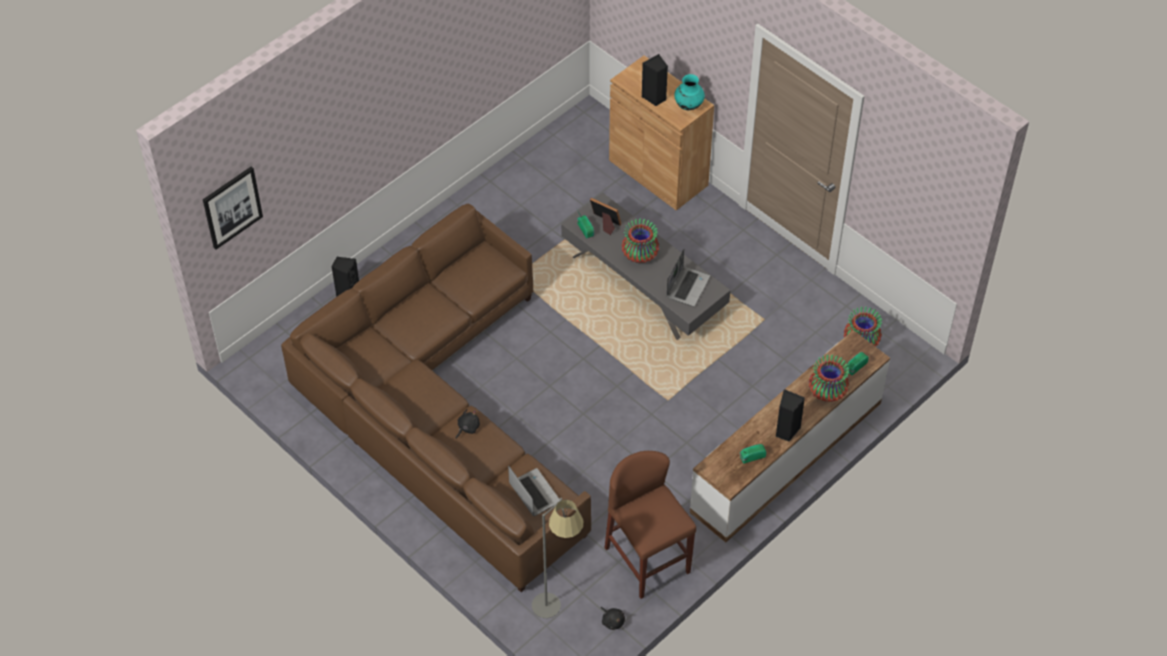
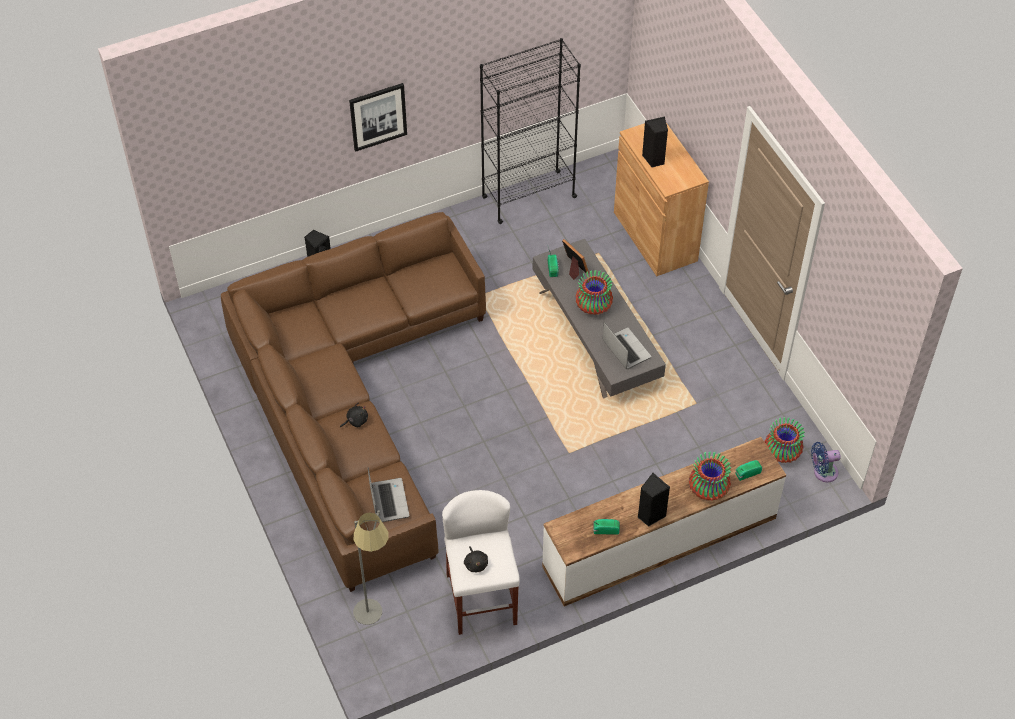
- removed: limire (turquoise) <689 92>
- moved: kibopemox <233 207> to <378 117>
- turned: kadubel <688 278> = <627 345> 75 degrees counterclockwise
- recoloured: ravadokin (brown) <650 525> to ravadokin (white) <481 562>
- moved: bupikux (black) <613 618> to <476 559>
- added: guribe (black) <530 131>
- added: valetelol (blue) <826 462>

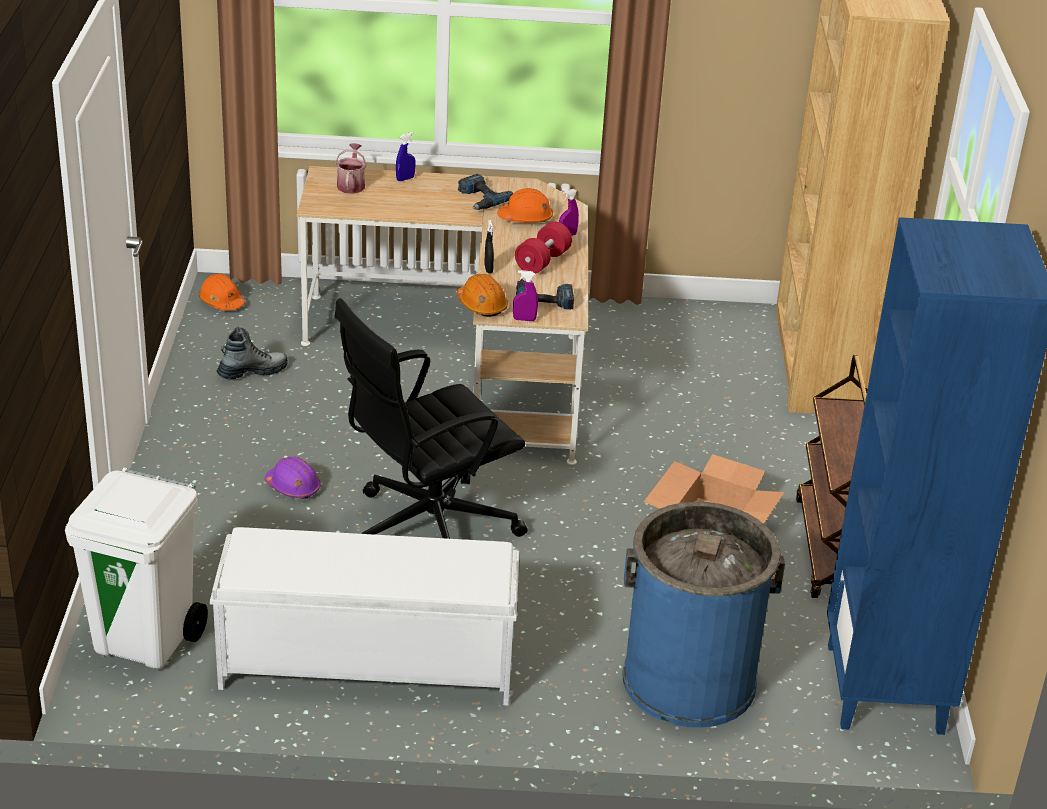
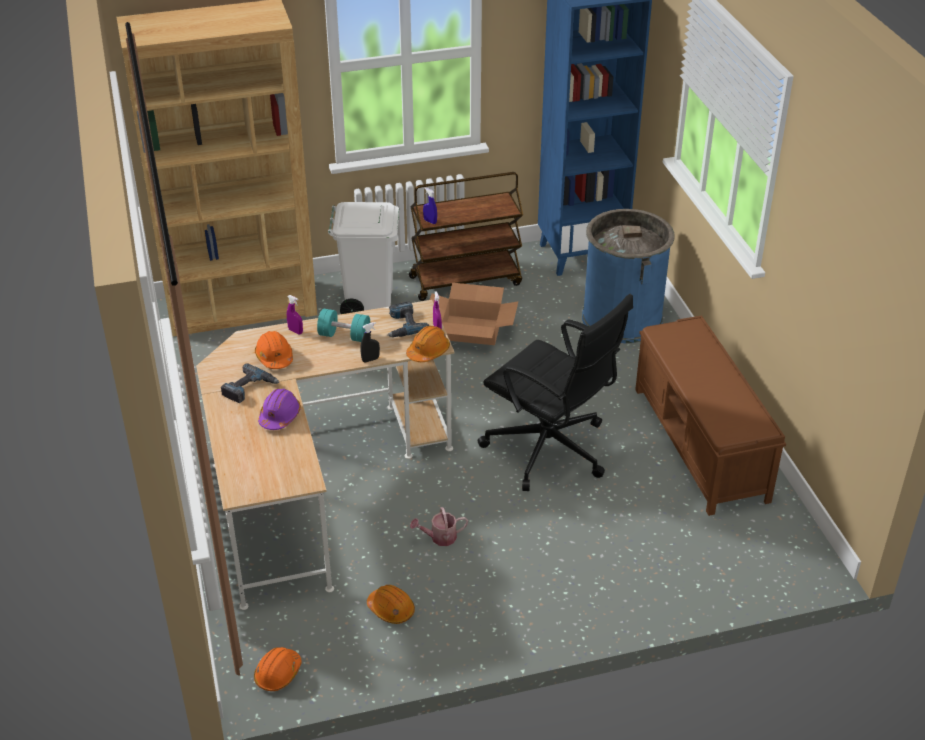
- moved: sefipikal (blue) <406 156> to <430 205>
- moved: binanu <351 168> to <439 526>
- recoloured: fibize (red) <543 247> to fibize (turquoise) <343 325>
- replaced: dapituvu <252 353> to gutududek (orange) <391 604>
- moved: gutududek (purple) <293 477> to <279 409>
- moved: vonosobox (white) <136 568> to <363 258>
- recoloured: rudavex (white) <365 616> to rudavex (brown) <710 415>

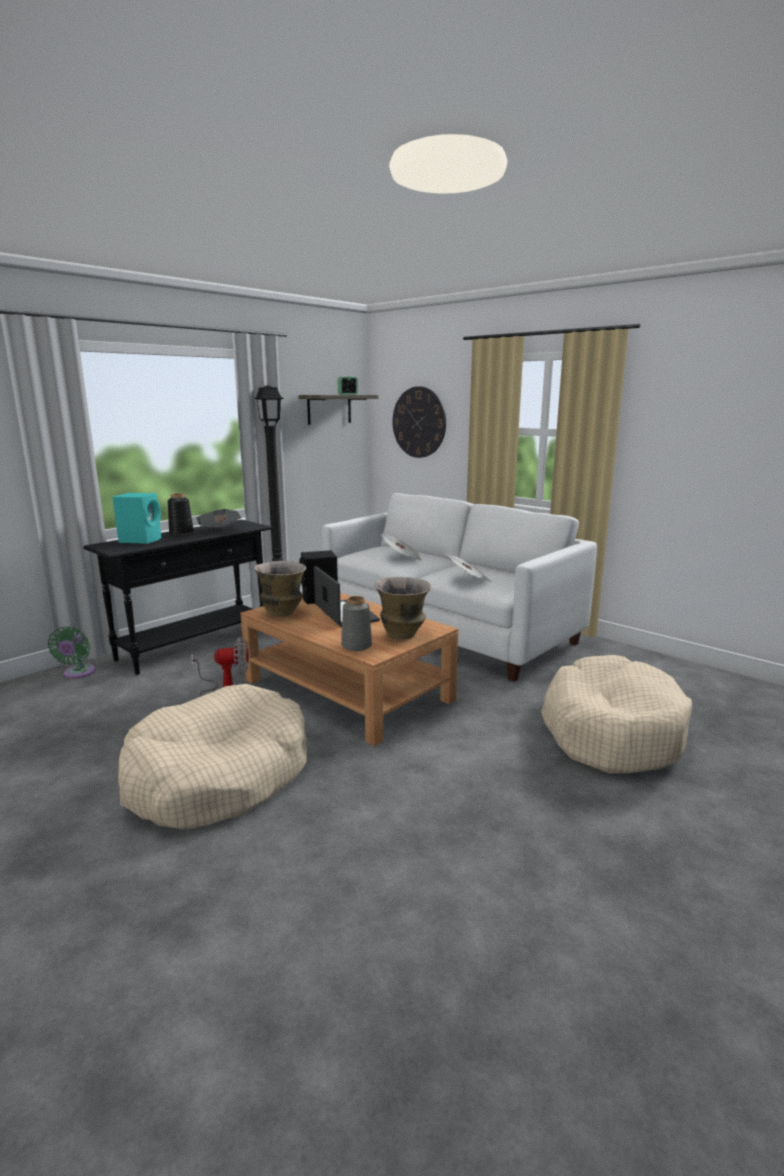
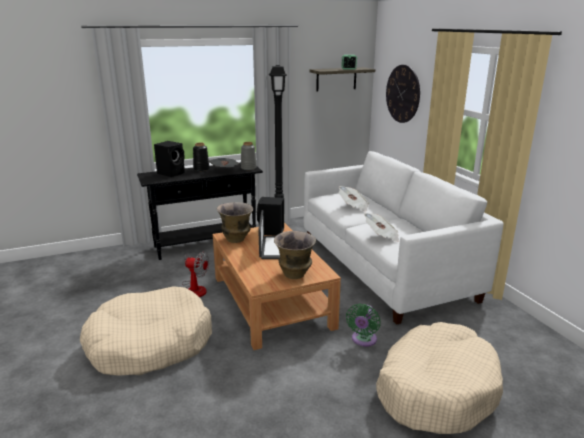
- recoloured: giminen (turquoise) <137 518> to giminen (black) <169 159>
- moved: limire (grey) <356 623> to <249 156>
- moved: valetelol (green) <72 652> to <363 325>

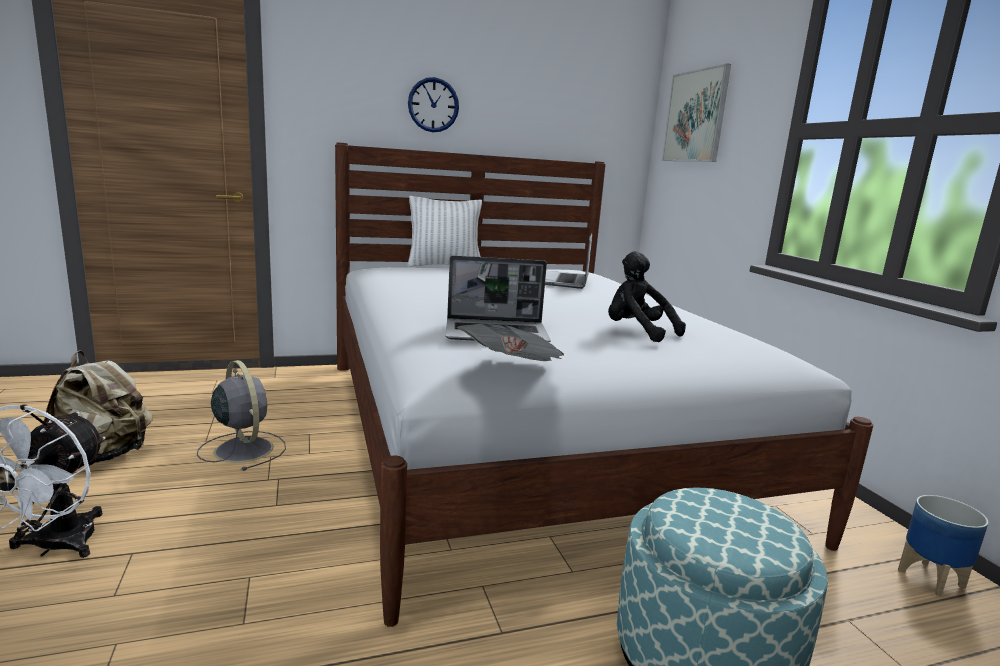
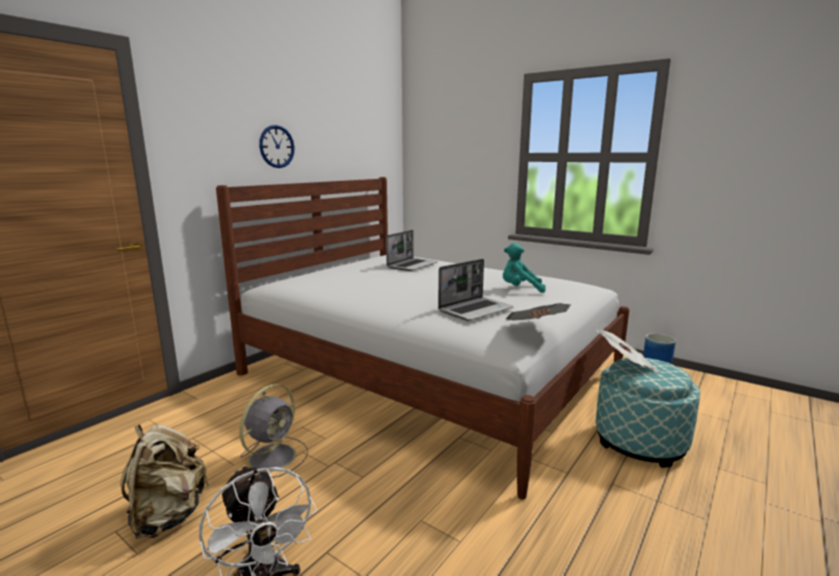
- removed: kibopemox <696 112>
- removed: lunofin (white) <444 231>
- turned: kadubel <568 261> = <412 250> 120 degrees counterclockwise
- recoloured: bupikux (black) <647 296> to bupikux (turquoise) <524 268>
- turned: valetelol (grey) <241 415> = <271 431> 105 degrees clockwise
- added: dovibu <627 350>

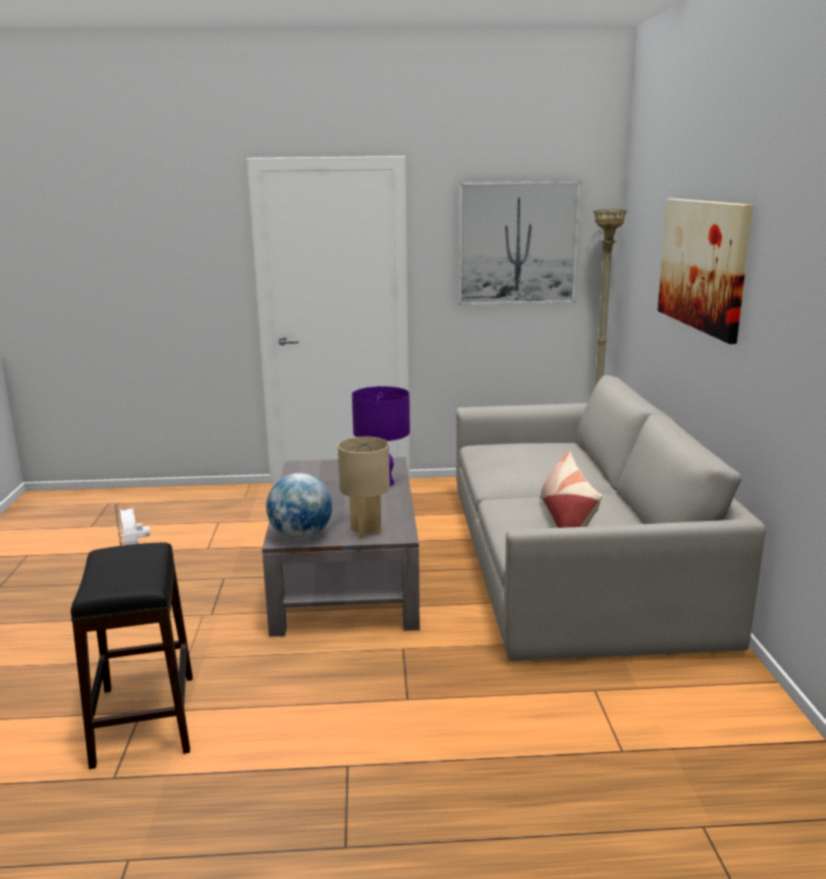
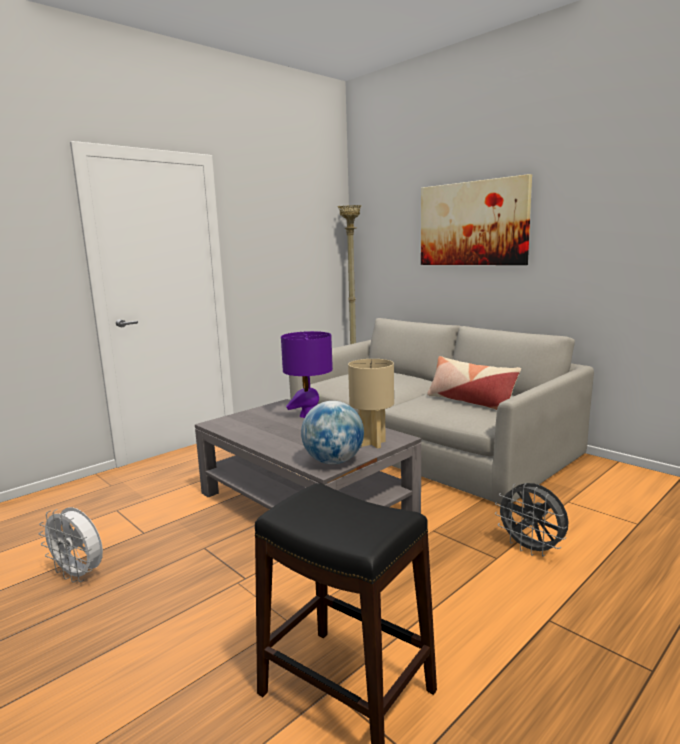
- removed: kibopemox <519 243>
- added: valetelol (grey) <532 520>

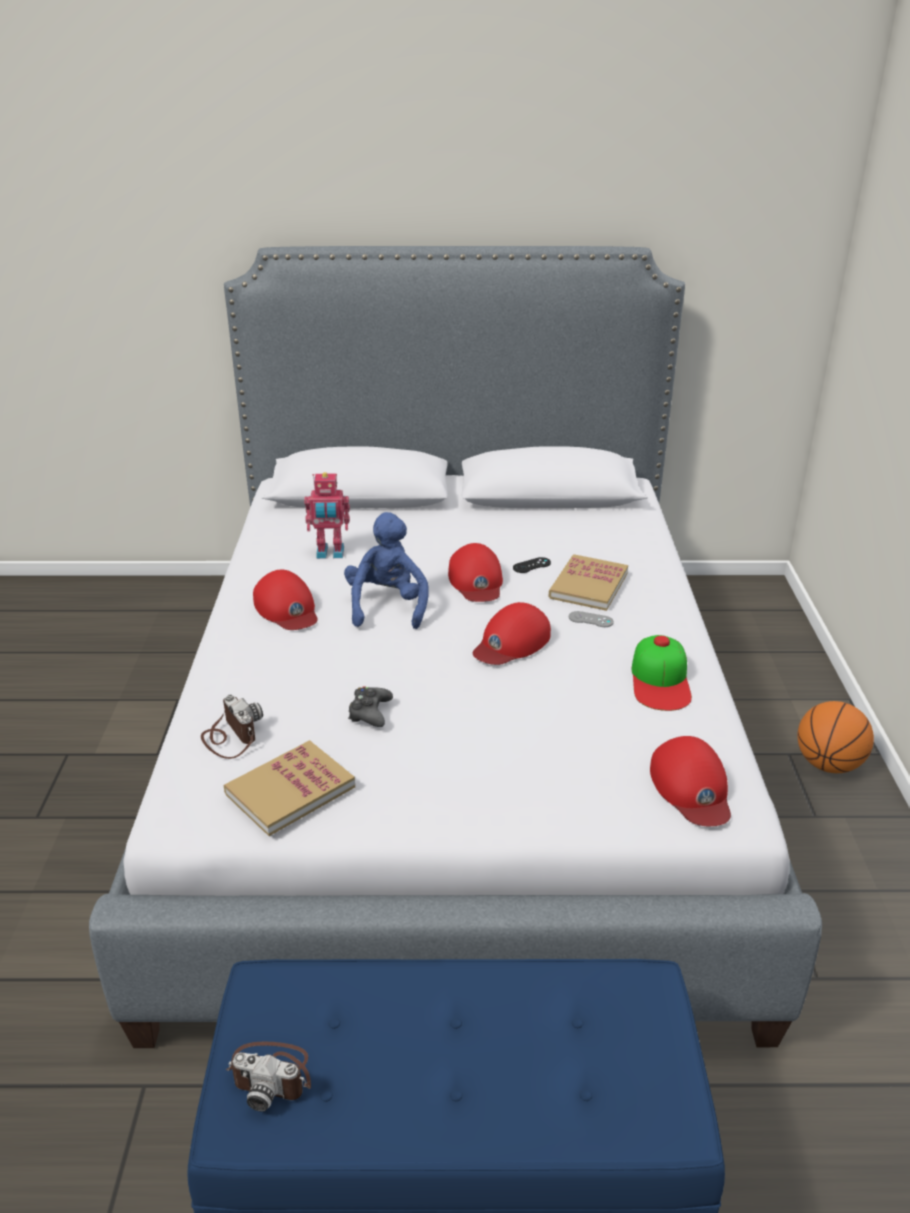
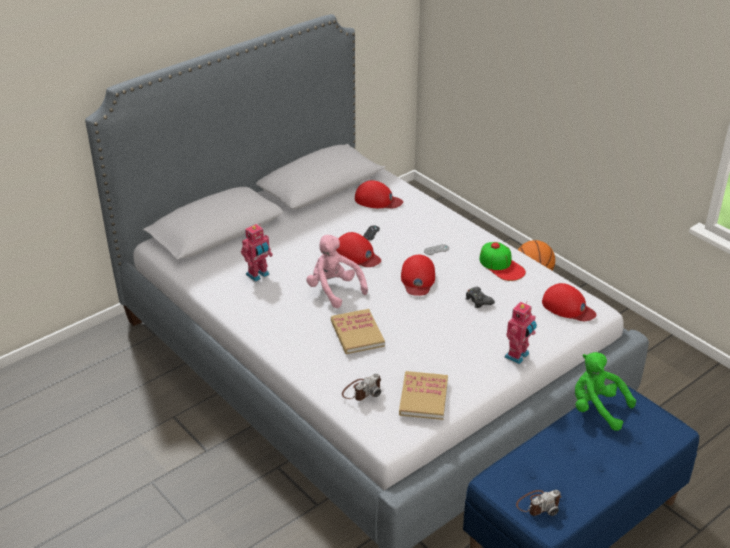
- recoloured: bupikux (blue) <386 570> to bupikux (pink) <337 271>
- moved: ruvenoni <588 582> to <358 331>
- moved: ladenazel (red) <285 599> to <379 194>
- moved: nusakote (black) <370 706> to <480 297>
- turned: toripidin <232 727> = <361 387> 120 degrees clockwise
- added: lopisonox <521 332>
- added: bupikux (green) <605 391>

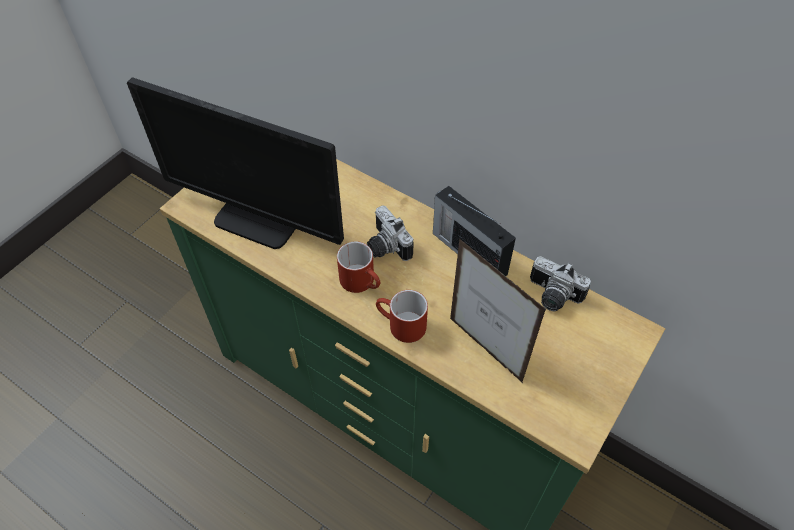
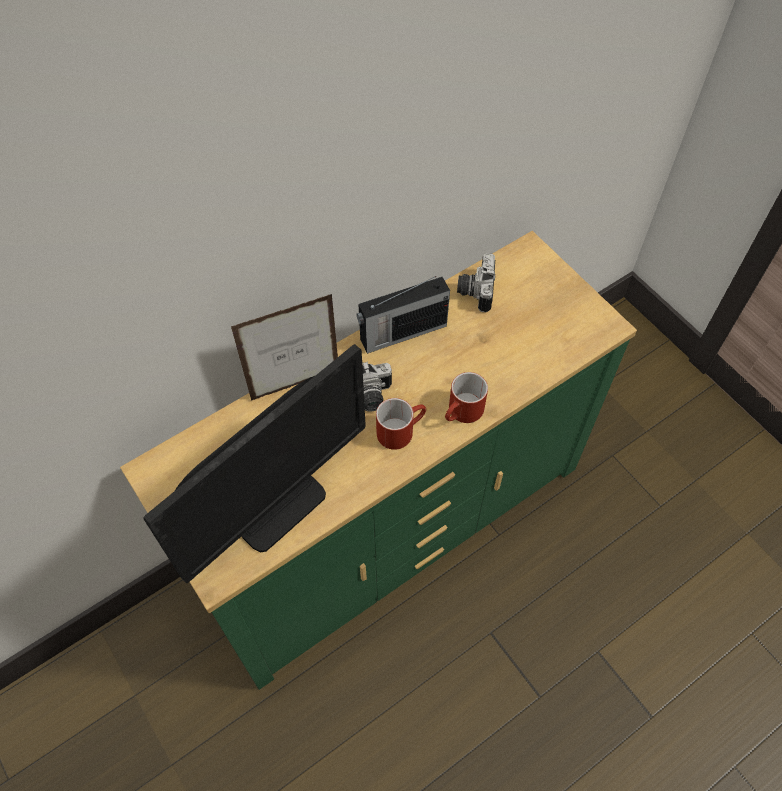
- moved: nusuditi <498 311> to <284 347>
- turned: toripidin <560 283> = <476 282> 135 degrees clockwise

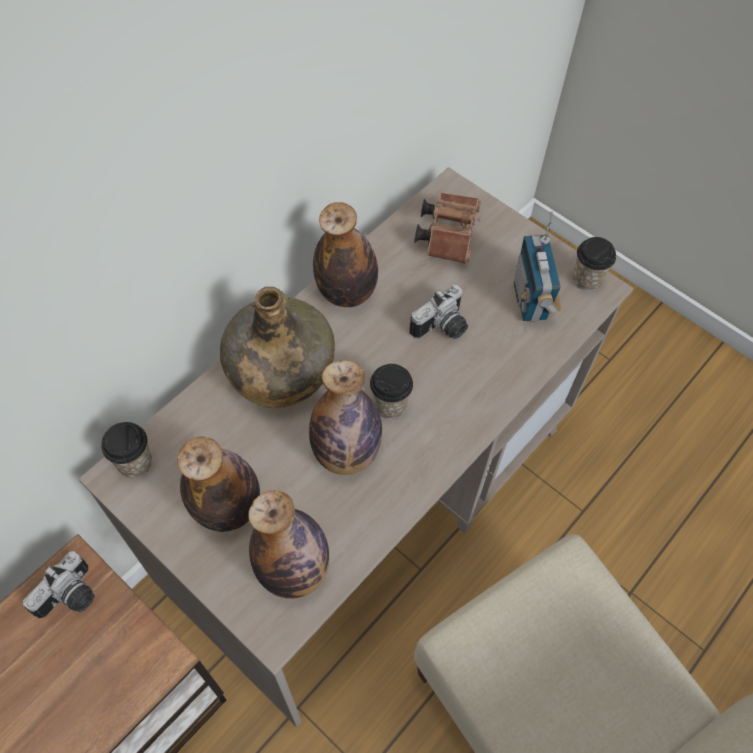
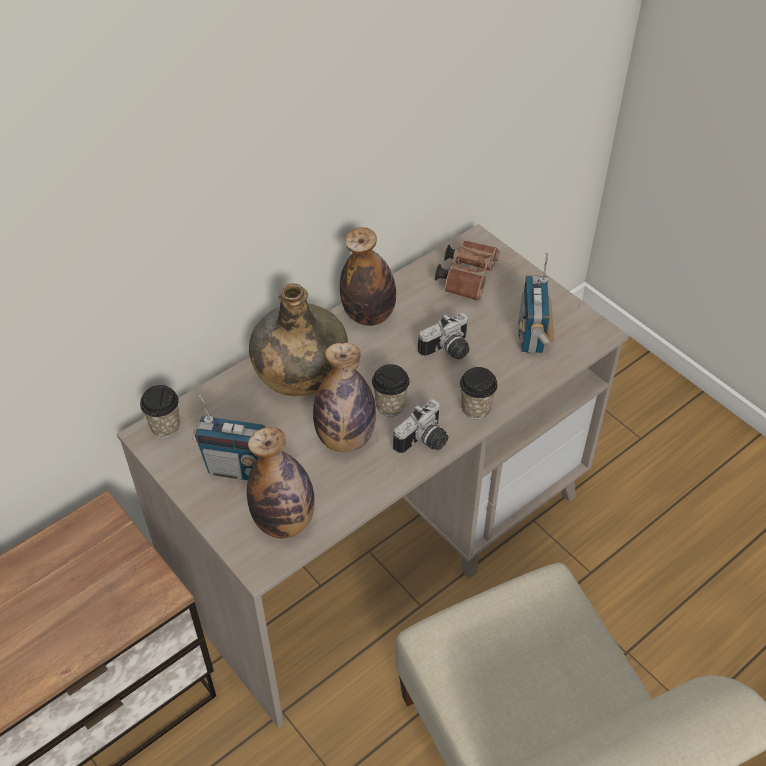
- moved: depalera <594 264> to <479 393>
- replaced: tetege <218 484> to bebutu <228 437>
- moved: toripidin <59 584> to <420 427>

